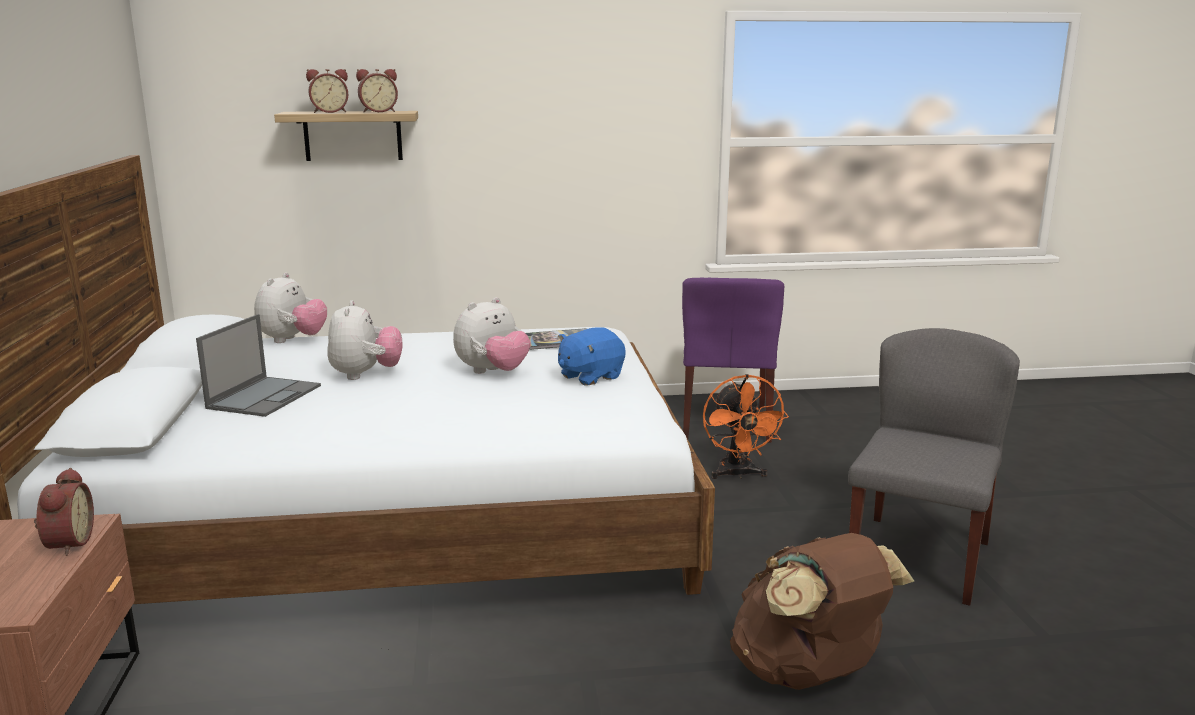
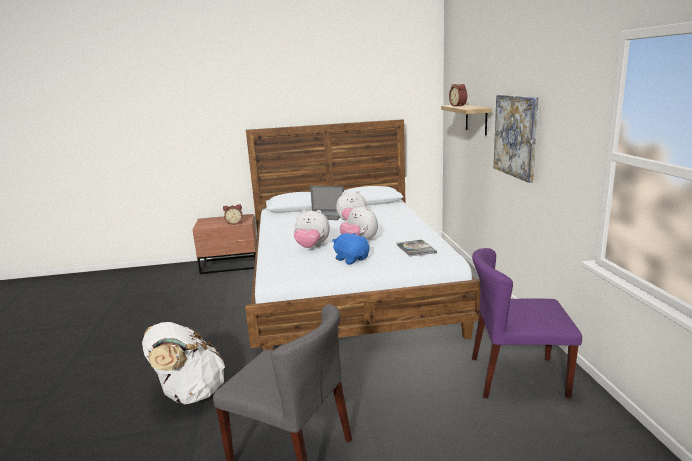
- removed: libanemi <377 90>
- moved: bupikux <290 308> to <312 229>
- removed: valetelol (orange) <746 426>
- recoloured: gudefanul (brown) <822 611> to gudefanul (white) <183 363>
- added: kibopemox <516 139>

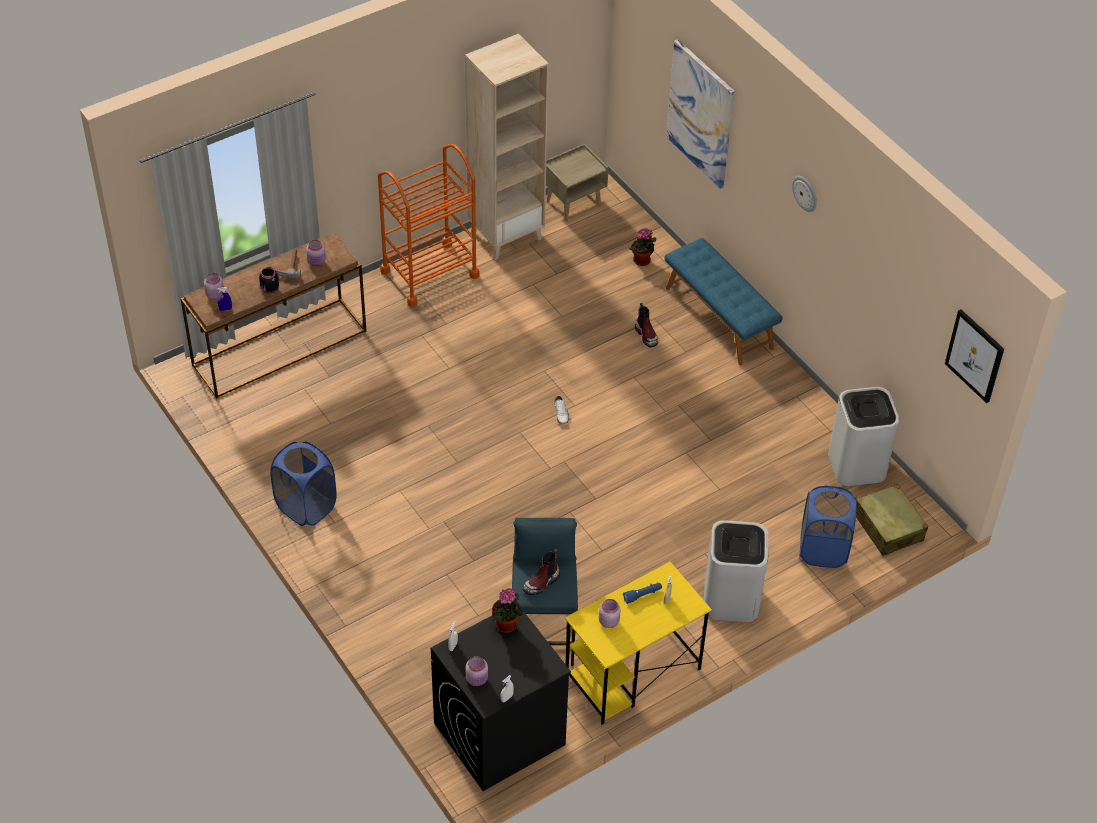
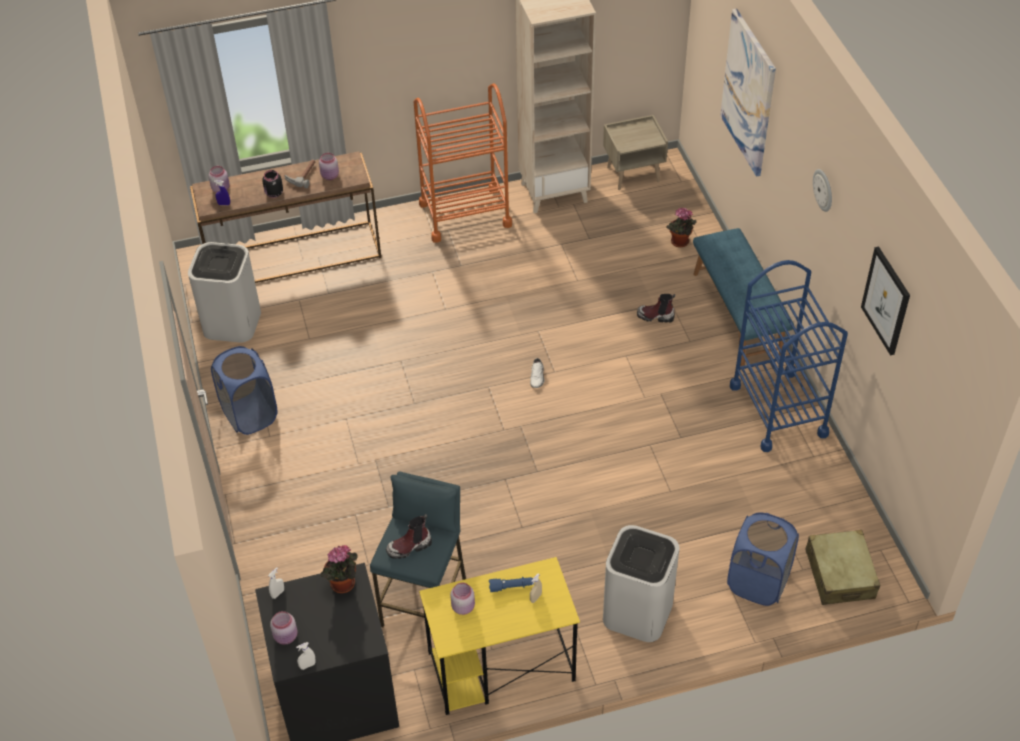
- turned: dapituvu <646 325> = <656 308> 105 degrees clockwise
- moved: kibopemox <974 356> to <885 301>
- moved: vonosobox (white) <864 436> to <224 292>
- added: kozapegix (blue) <789 356>

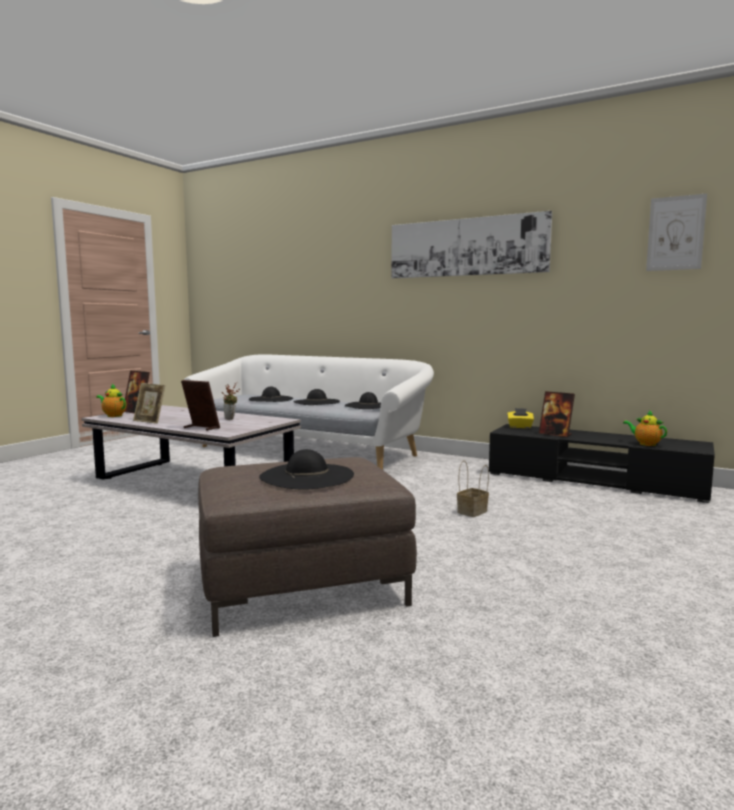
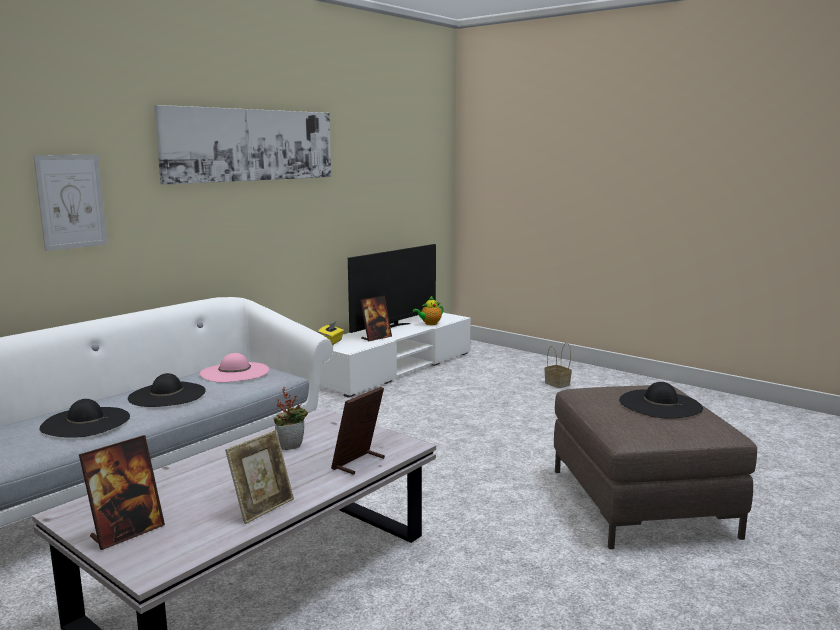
- moved: kibopemox <676 232> to <70 203>
- removed: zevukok <111 400>
- recoloured: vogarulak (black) <363 400> to vogarulak (pink) <234 367>
- recoloured: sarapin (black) <602 463> to sarapin (white) <395 355>
- moved: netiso <473 488> to <558 365>
- added: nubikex <392 288>

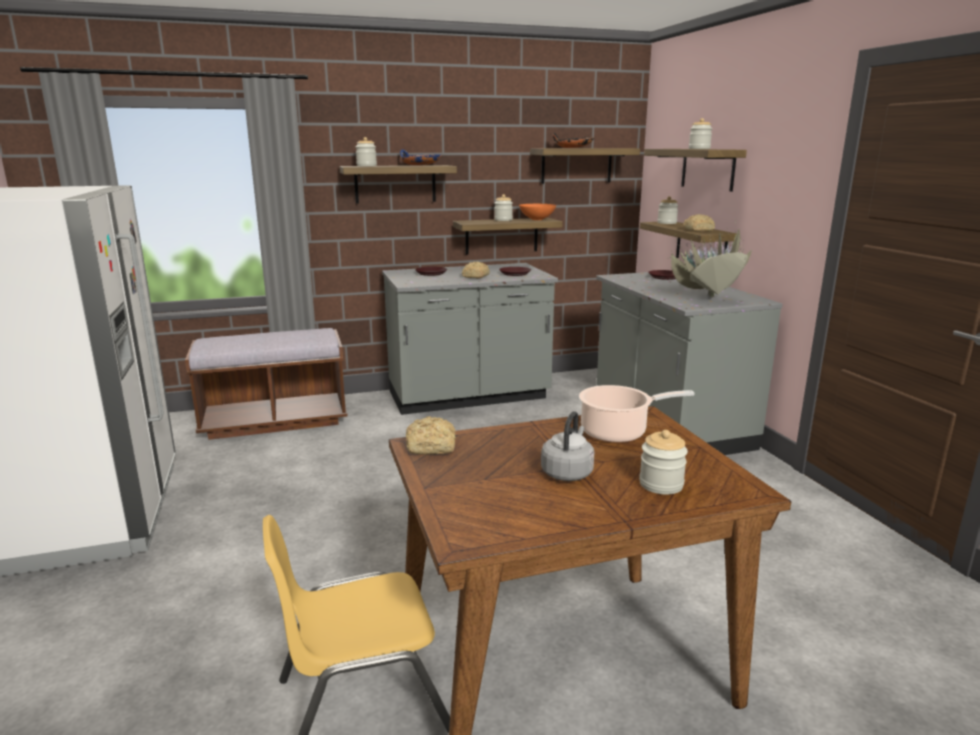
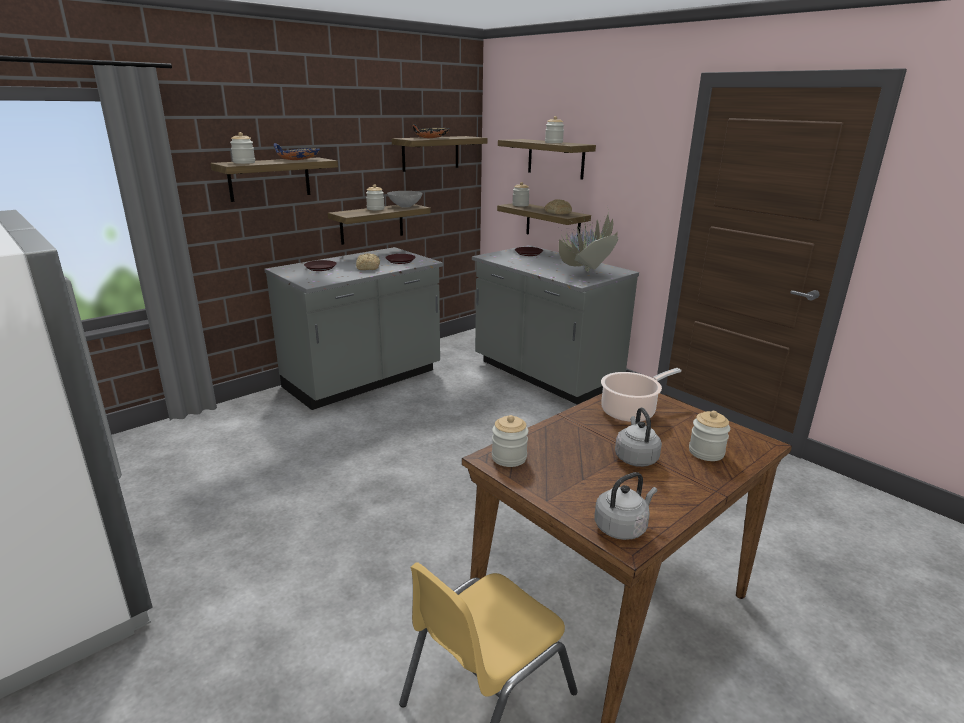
- recoloured: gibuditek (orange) <537 212> to gibuditek (grey) <405 199>
- removed: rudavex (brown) <266 384>
- replaced: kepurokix <431 435> to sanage <510 441>
- added: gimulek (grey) <625 506>

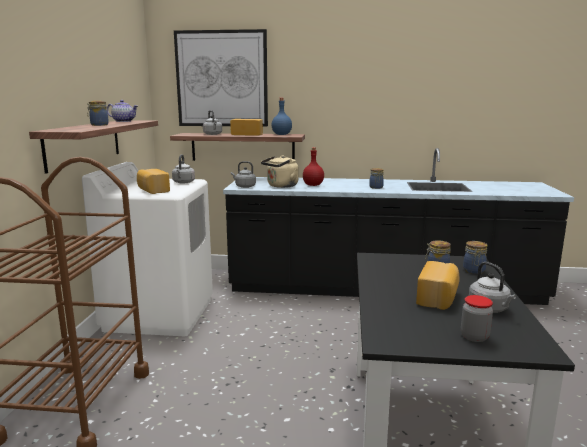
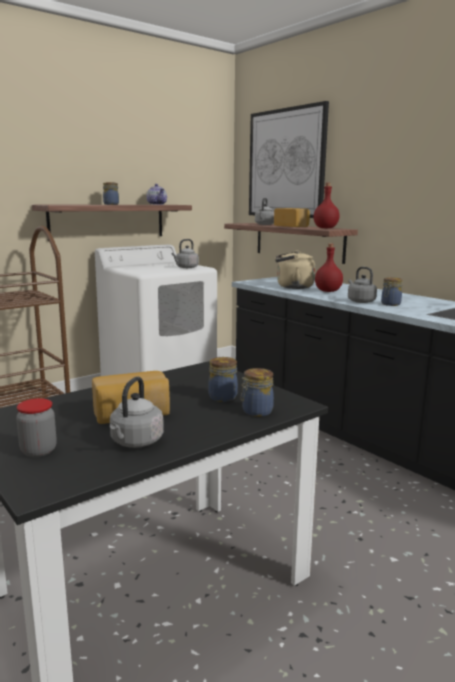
- recoloured: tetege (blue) <282 116> to tetege (red) <326 205>
- moved: gimulek (grey) <243 174> to <362 285>
- removed: kepurokix <153 181>

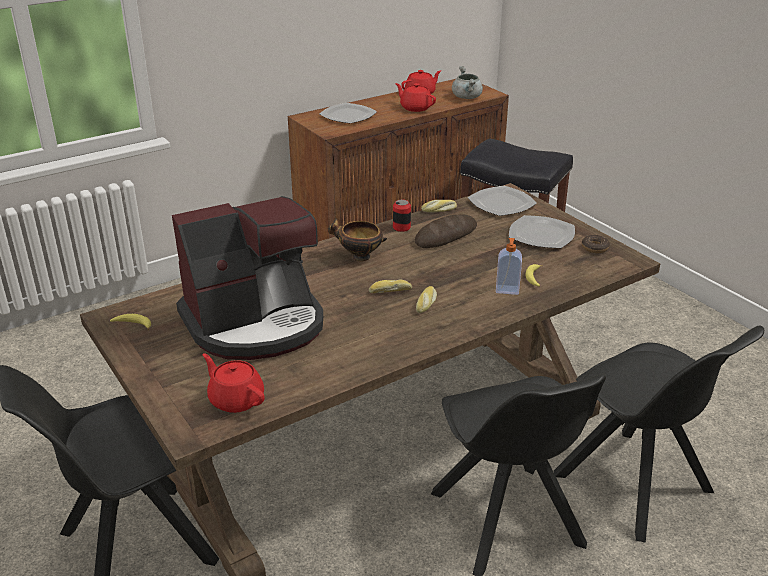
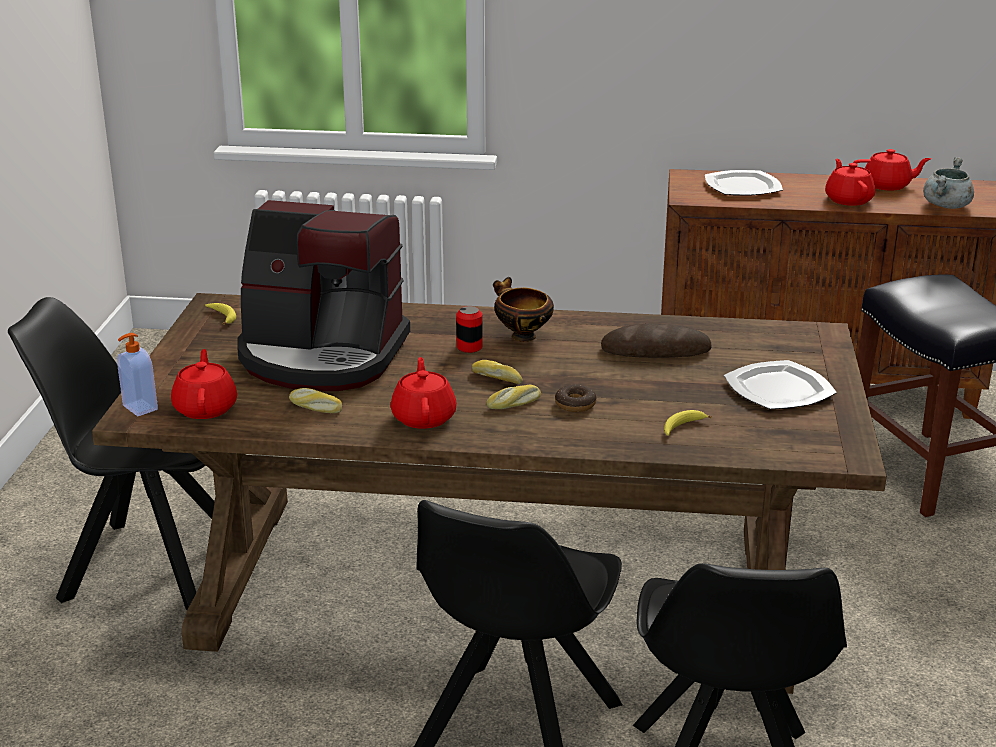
- removed: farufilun <502 201>
- moved: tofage <402 216> to <469 329>
- moved: kepurokix <439 206> to <315 400>
- moved: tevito <596 244> to <576 398>
- moved: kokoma <509 266> to <137 374>
- added: zevukok (red) <424 393>

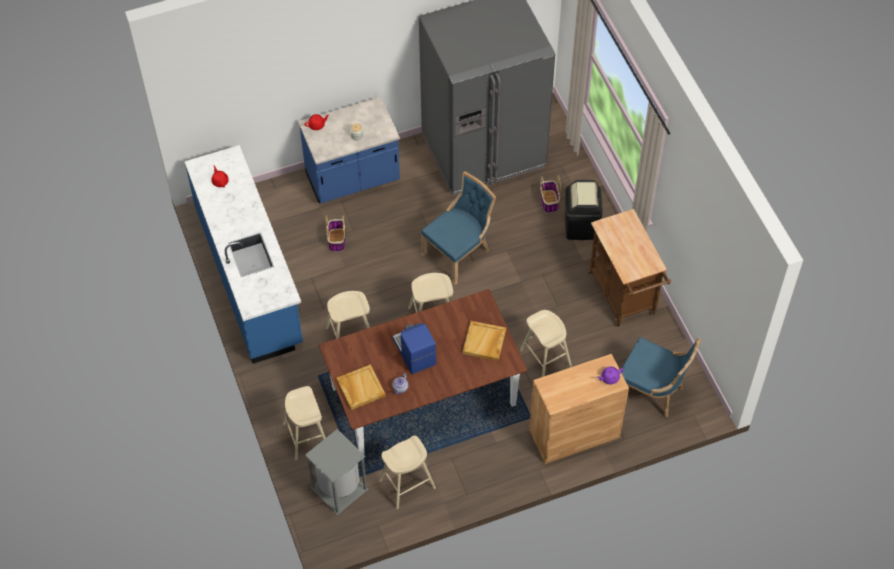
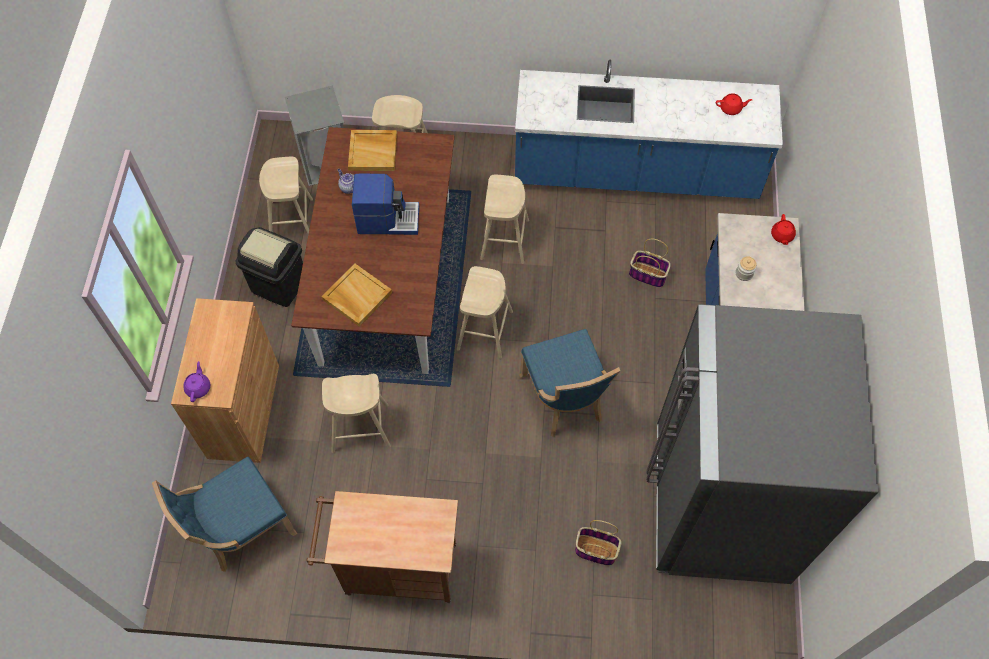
- moved: vonosobox (black) <583 210> to <269 267>

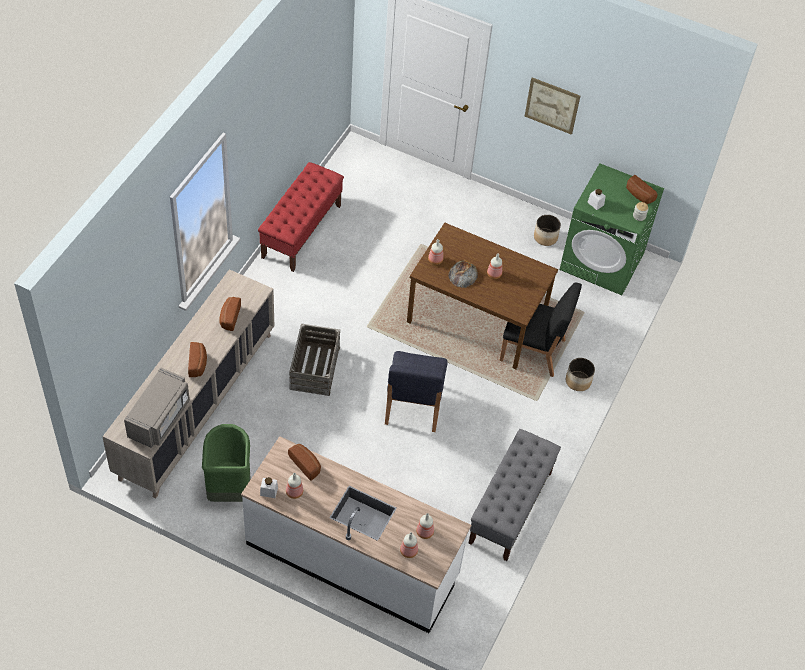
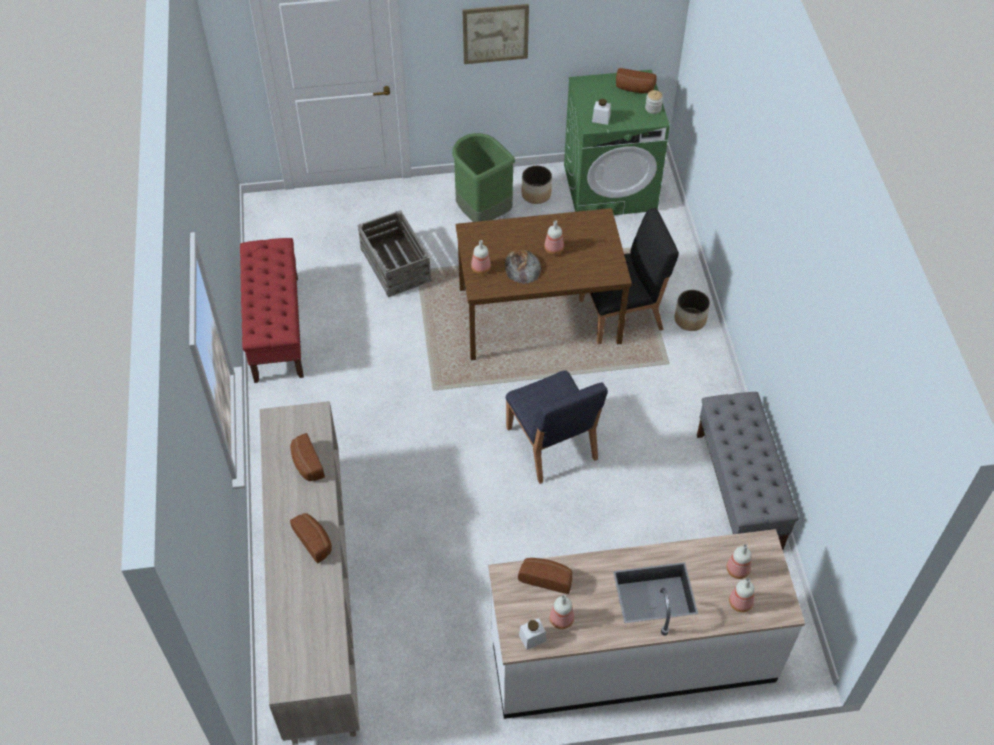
- moved: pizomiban <314 360> to <395 253>
- removed: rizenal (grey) <157 408>
- moved: vonosobox (green) <226 463> to <483 177>

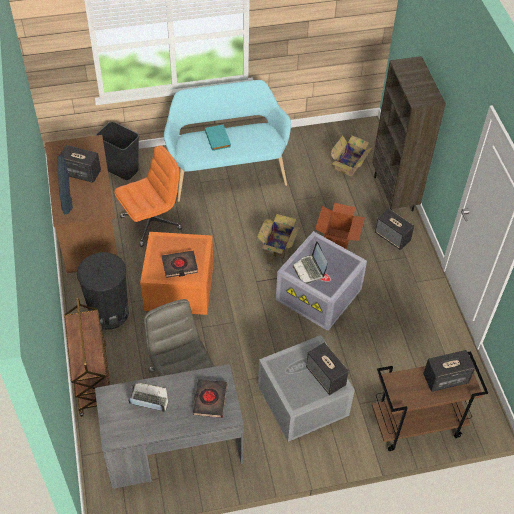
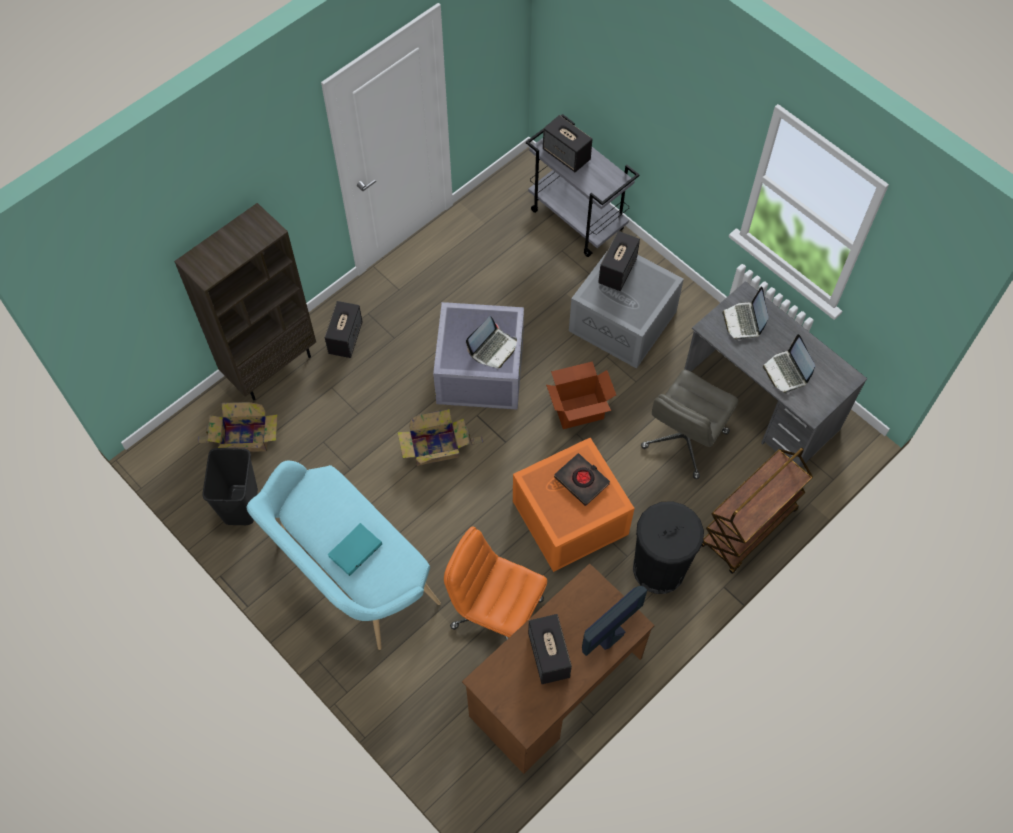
- moved: vonosobox (black) <117 150> to <230 486>
- moved: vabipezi <340 226> to <581 395>
- recoloured: kozapegix (brown) <430 401> to kozapegix (grey) <583 185>
- replaced: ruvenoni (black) <210 398> to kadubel <745 313>

